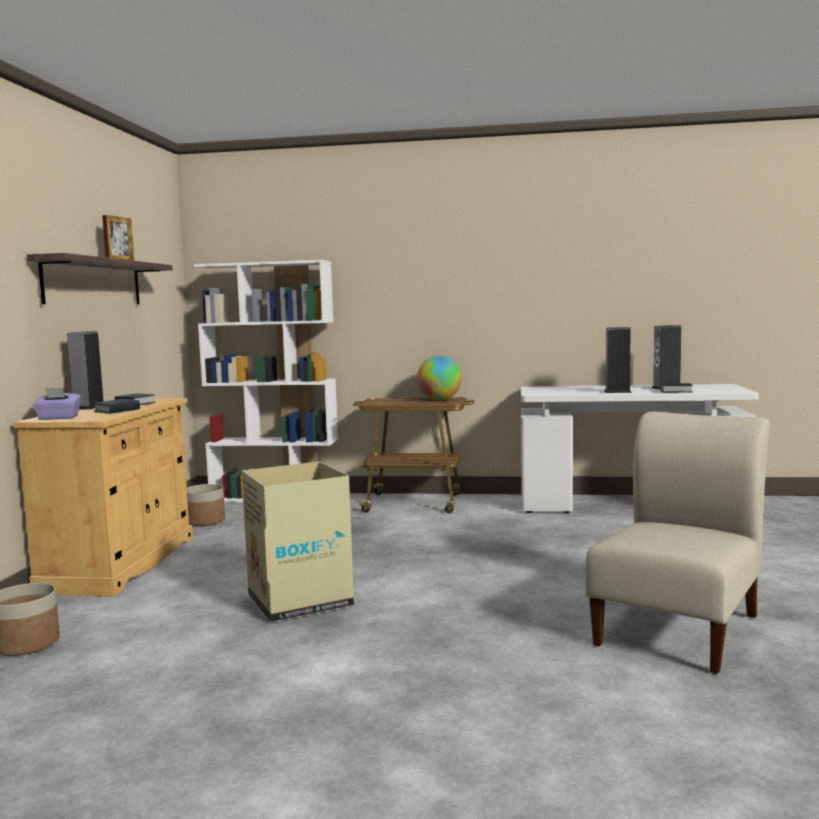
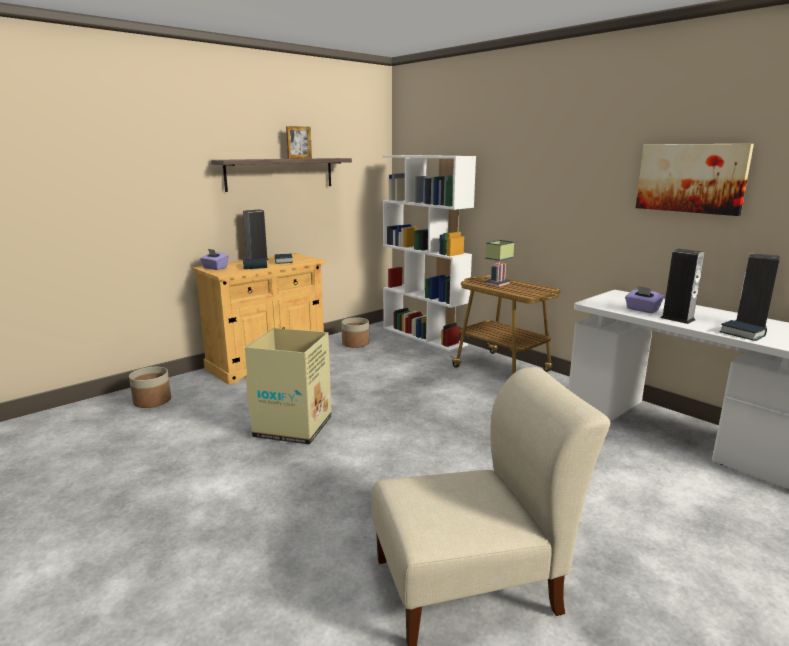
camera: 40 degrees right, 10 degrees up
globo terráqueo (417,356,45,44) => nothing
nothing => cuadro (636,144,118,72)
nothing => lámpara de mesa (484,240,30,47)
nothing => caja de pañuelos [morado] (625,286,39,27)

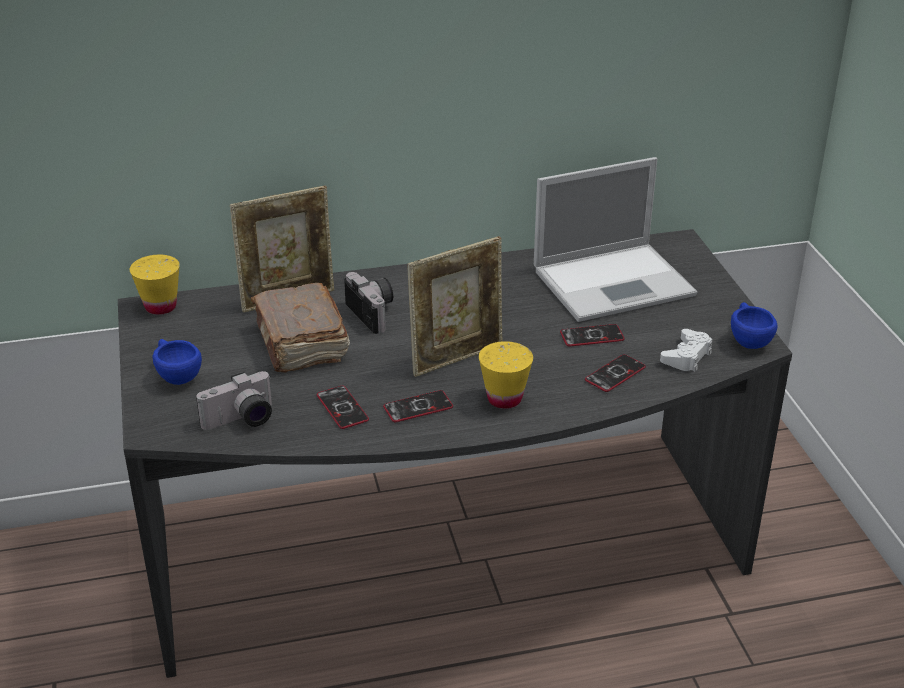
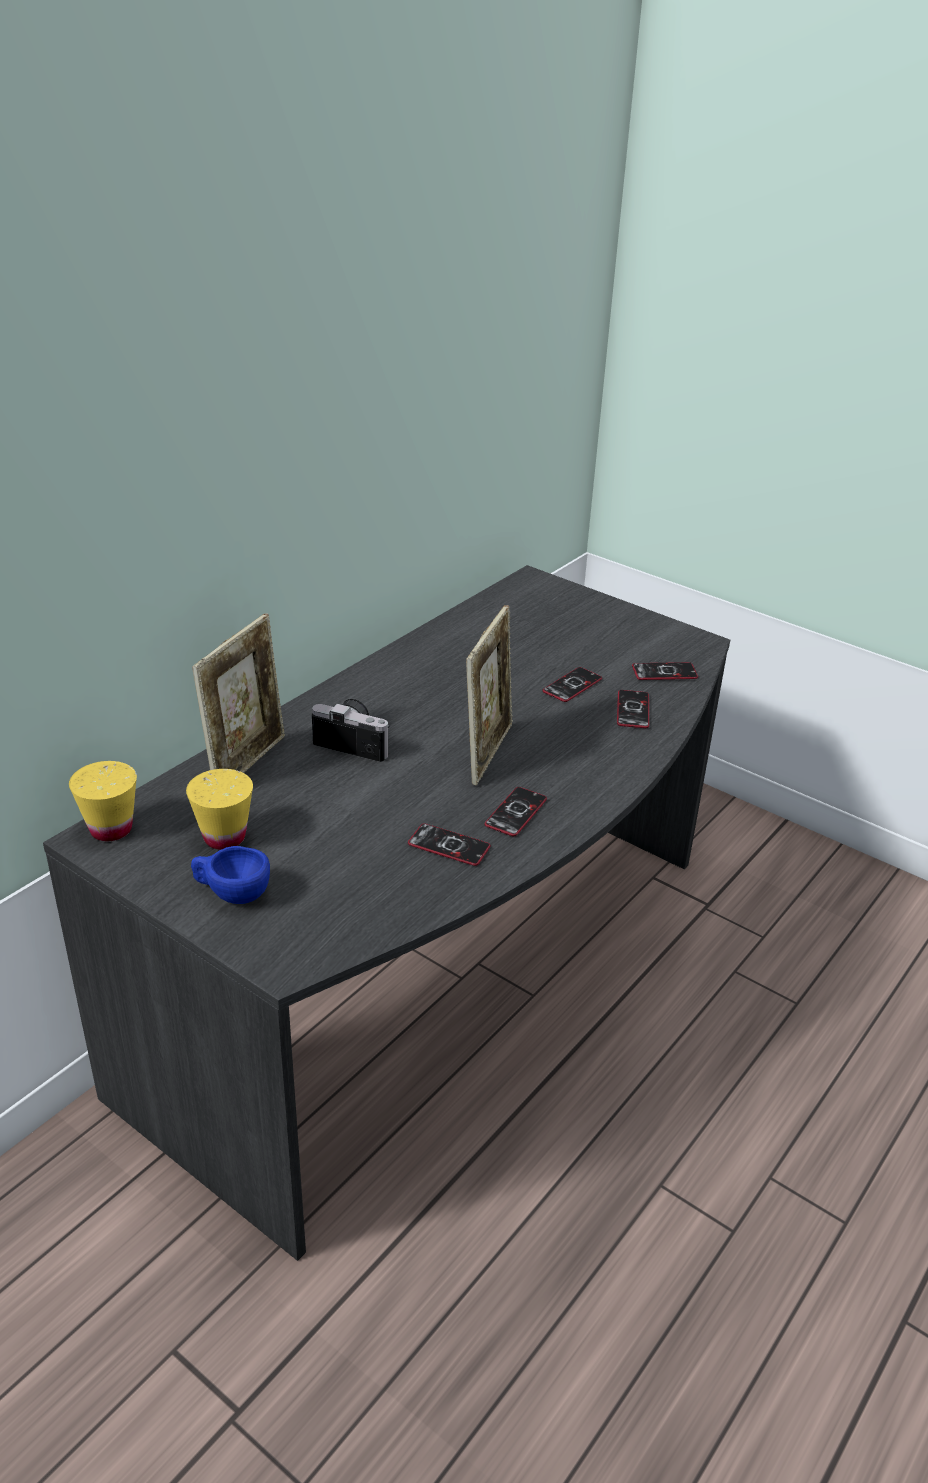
camera: 40 degrees left, 0 degrees up
portátil (534,157,163,165) => nothing
libro [marrón] (251,283,99,89) => nothing
taza [azul] (731,302,47,47) => nothing
mando de consola [blanco] (660,329,53,43) => móvil (632,662,66,18)
taza [amarillo] (479,341,54,68) => taza [amarillo] (186,769,67,81), move
cámara (196,371,76,59) => nothing

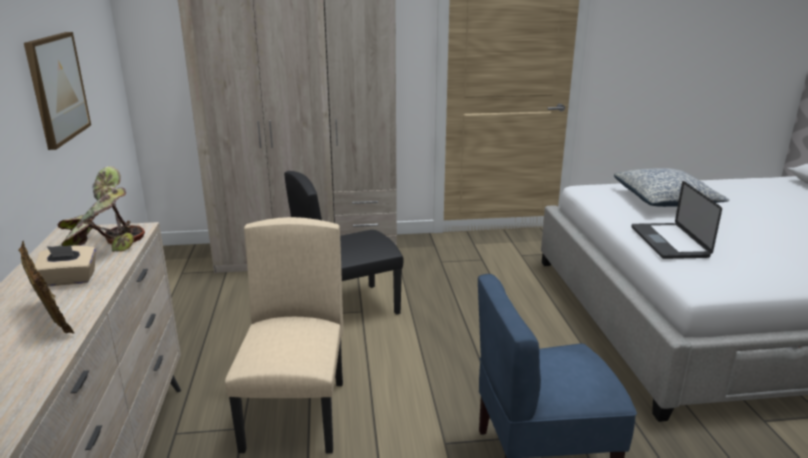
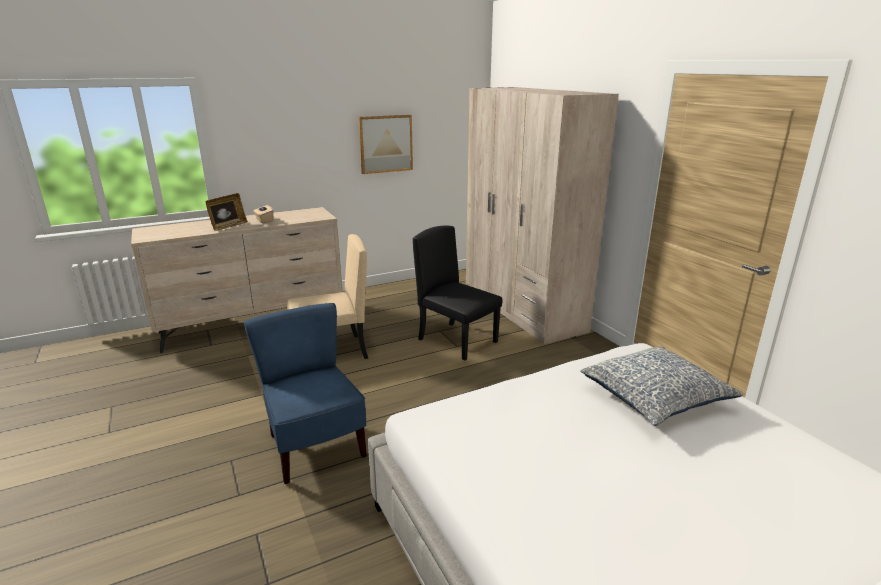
camera: 70 degrees right, 0 degrees up
planta en maceta (57,166,88,86) => nothing
portátil (631,181,91,78) => nothing

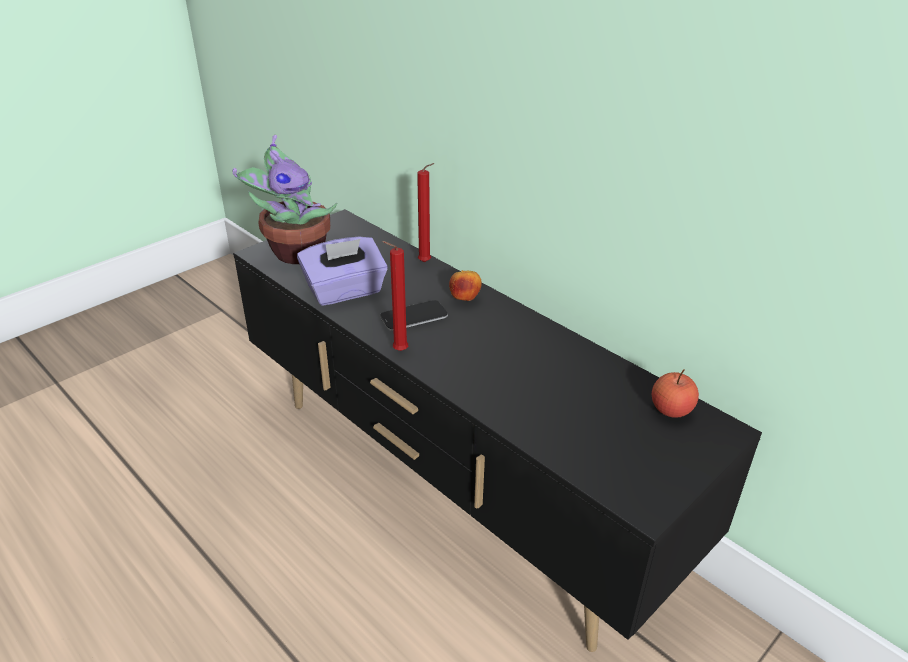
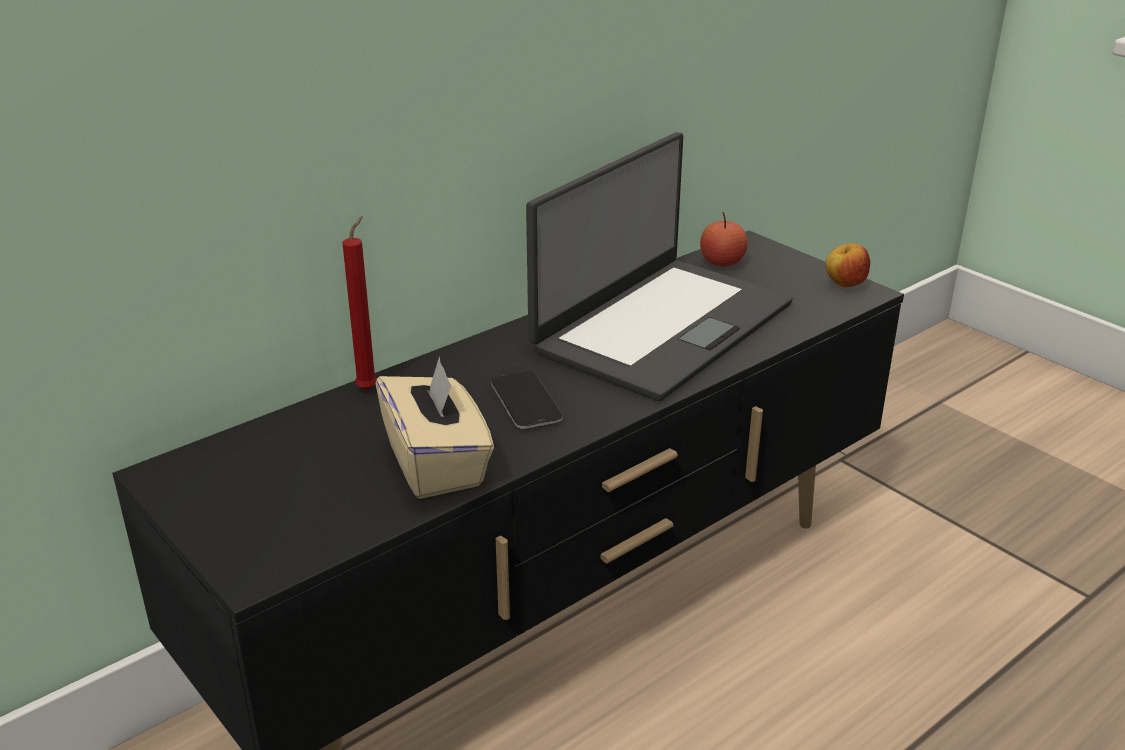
camera: 85 degrees left, 5 degrees down
planta en maceta (233,135,104,129) => nothing
caja de pañuelos [morado] (297,237,91,69) => caja de pañuelos [beis] (376,356,118,143)
vela [rojo] (382,241,26,110) => nothing
manzana (449,270,33,31) => manzana (825,243,45,44), move
nothing => portátil (526,132,267,269)

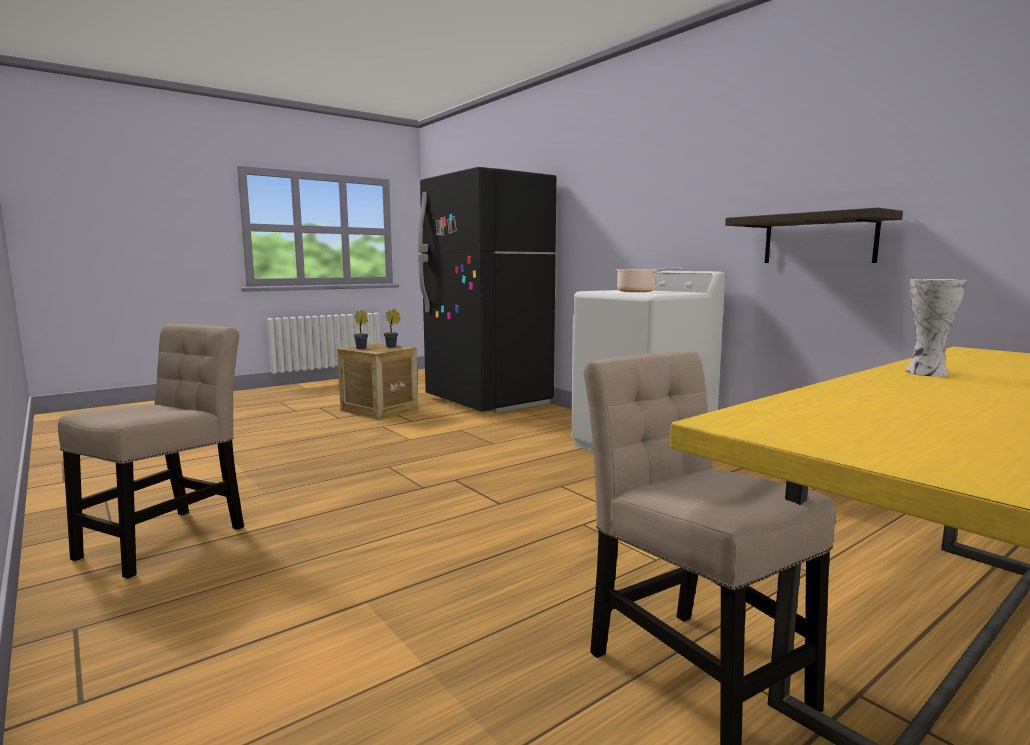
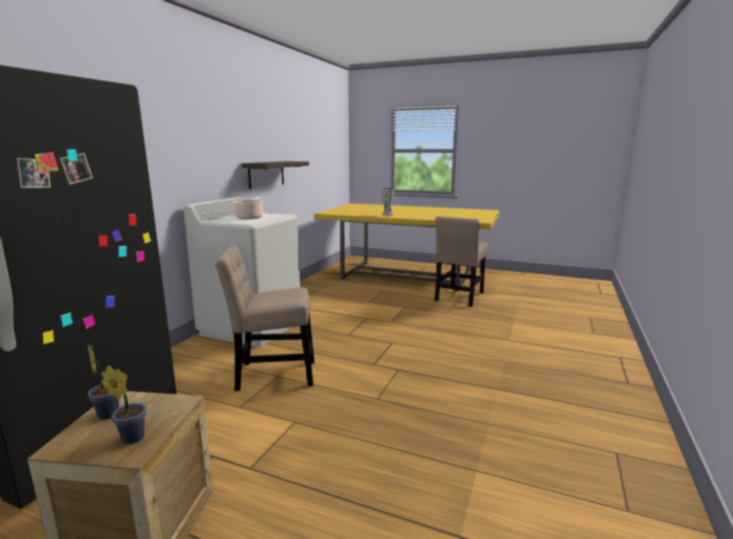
camera: 120 degrees left, 5 degrees up
silla [beis] (58,324,186,255) => silla [beis] (215,245,99,146), move

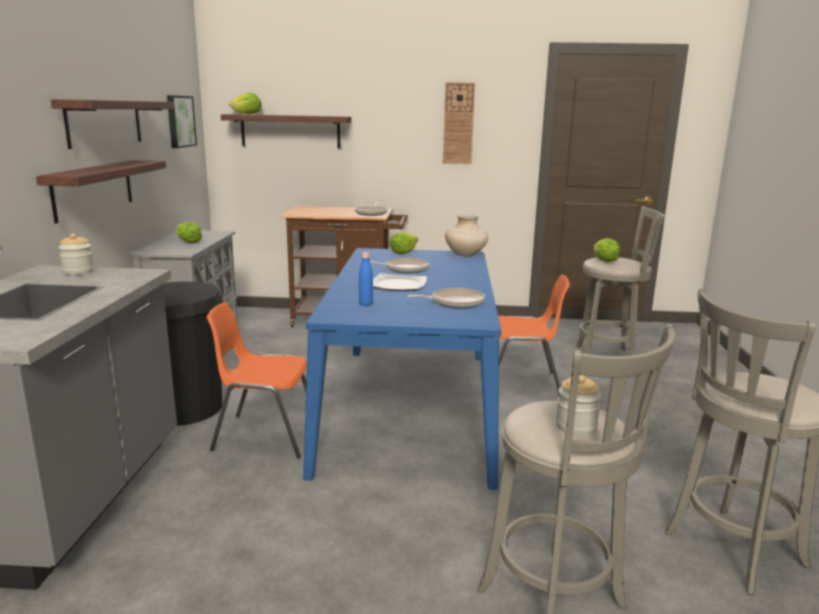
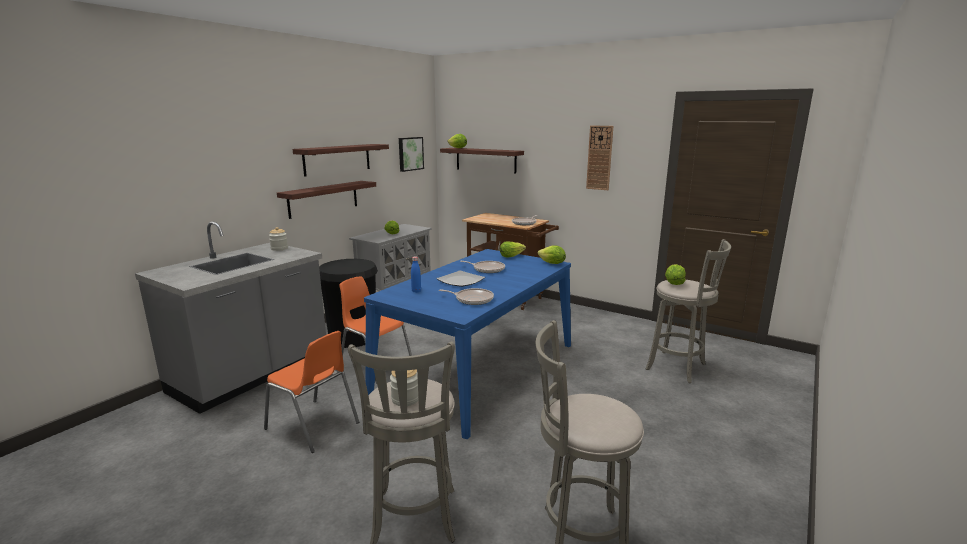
camera: 30 degrees right, 0 degrees up
florero [beis] (445,214,43,43) => lechuga (537,245,29,19)
silla [naranja] (498,275,72,122) => silla [naranja] (264,331,95,122), move

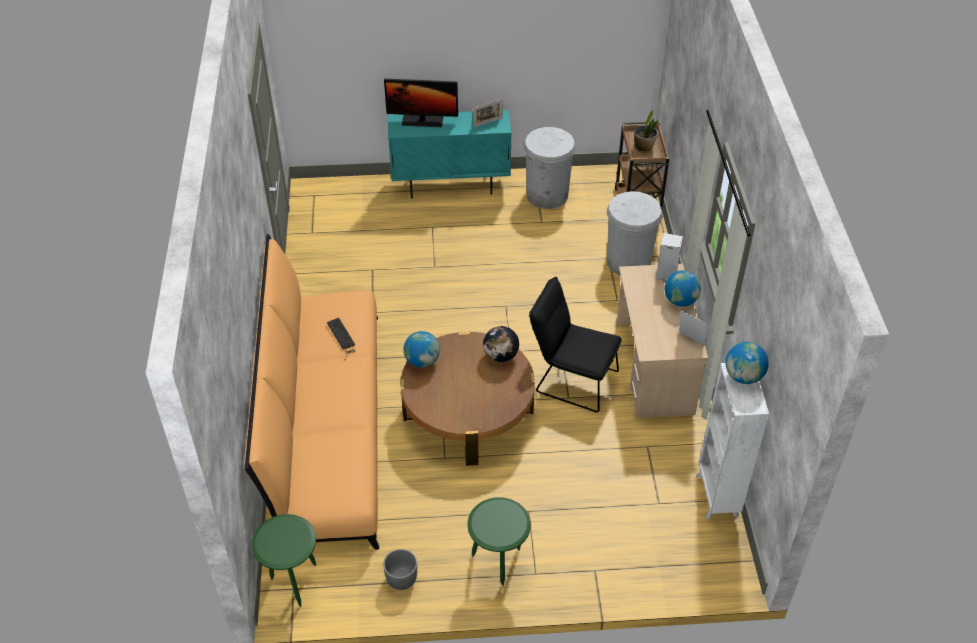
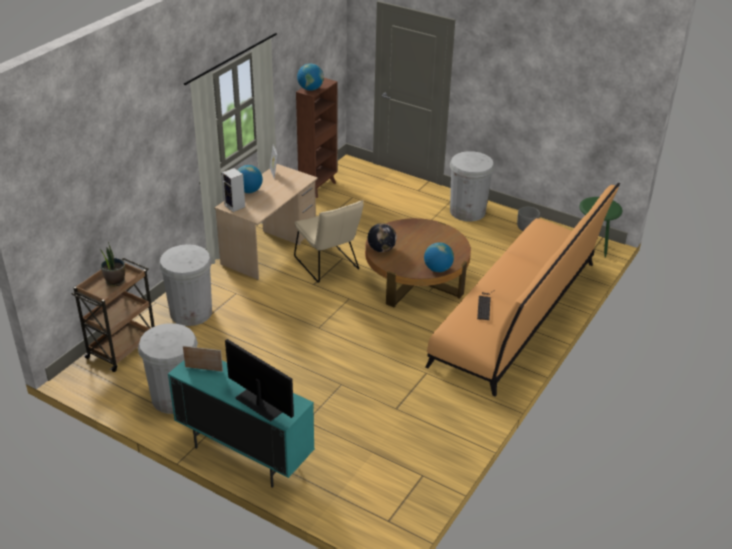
camera: 145 degrees left, 10 degrees down
silla [negro] (529,277,93,135) => silla [beis] (294,200,70,83)
estantería [blanco] (696,363,73,157) => estantería [marrón] (296,78,42,120)
mesa auxiliar [verde] (468,497,63,89) => papelera [blanco] (450,151,45,71)

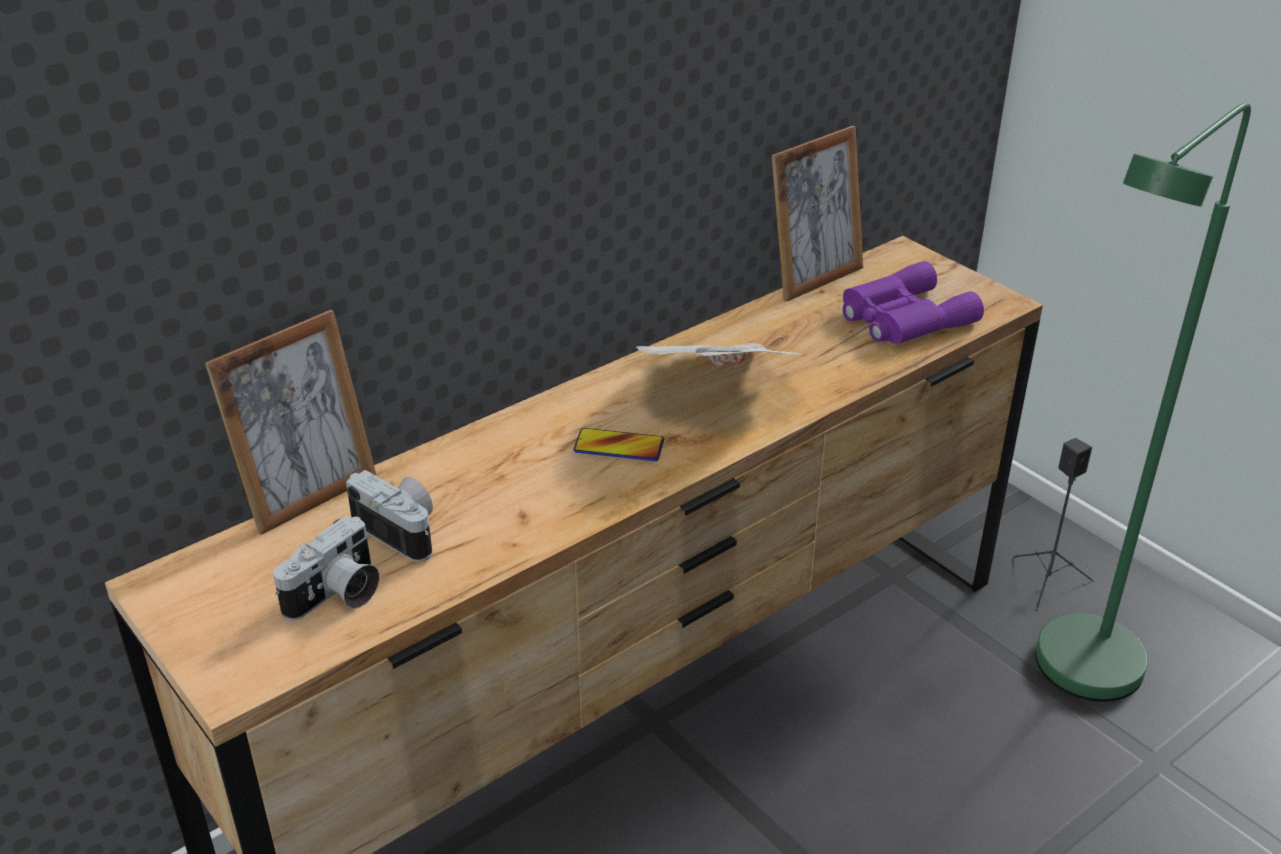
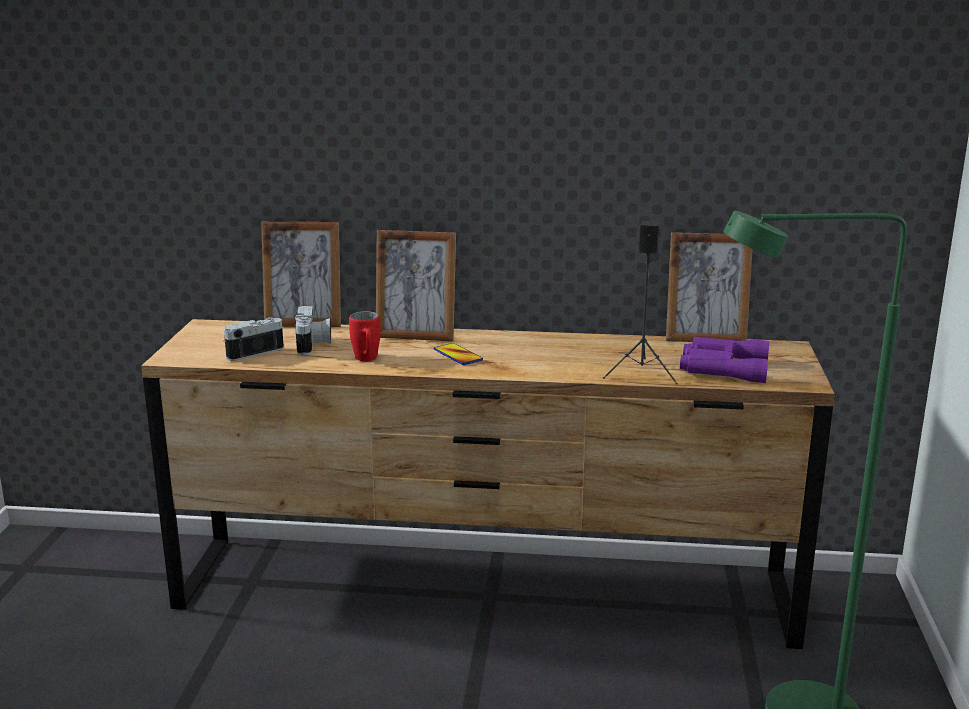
camera: 45 degrees right, 15 degrees down
periódico (636,343,170,24) => nothing
altavoz [negro] (1013,438,81,173) => altavoz [negro] (603,221,75,163), move
cámara (273,515,107,106) => cámara (223,317,61,44), 150 degrees clockwise
nothing => portarretratos (376,230,80,111)
nothing => taza grande [rojo] (349,311,32,50)

